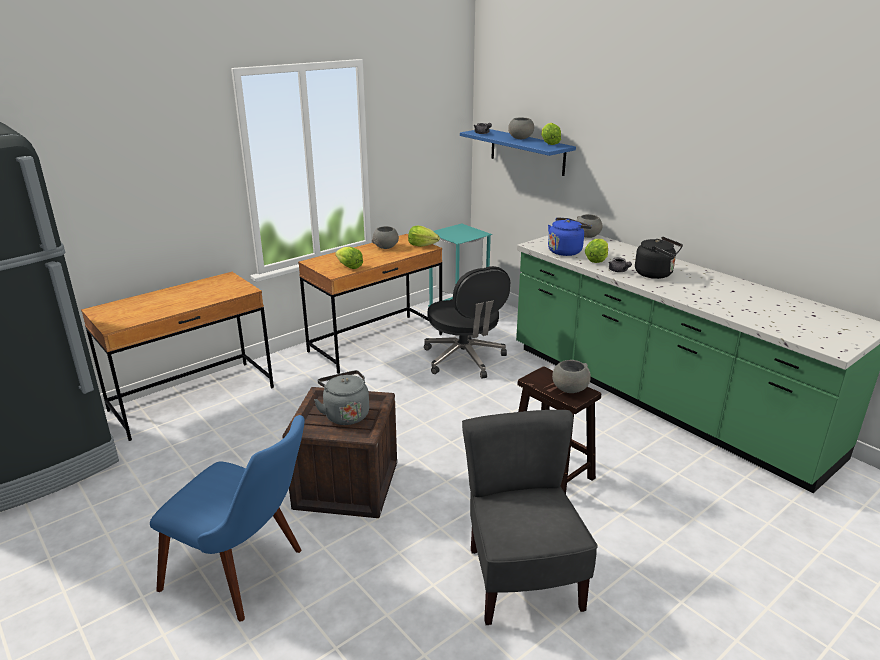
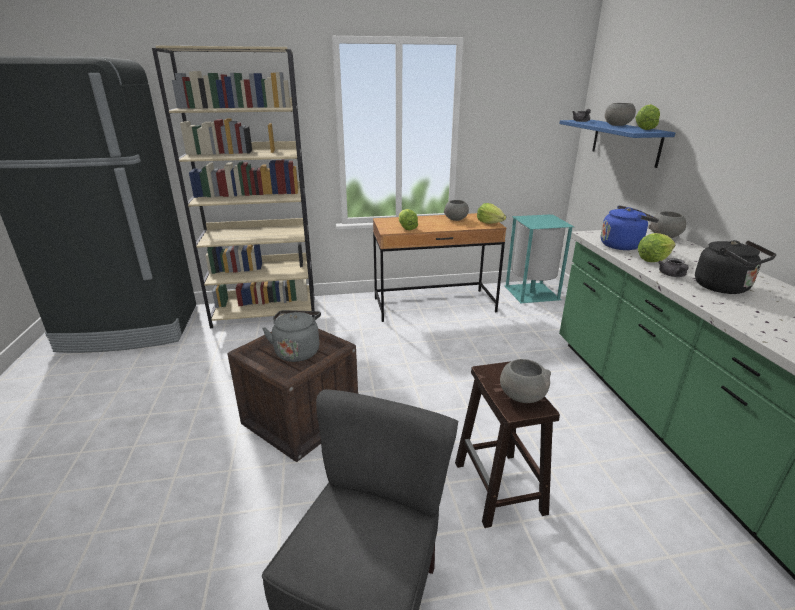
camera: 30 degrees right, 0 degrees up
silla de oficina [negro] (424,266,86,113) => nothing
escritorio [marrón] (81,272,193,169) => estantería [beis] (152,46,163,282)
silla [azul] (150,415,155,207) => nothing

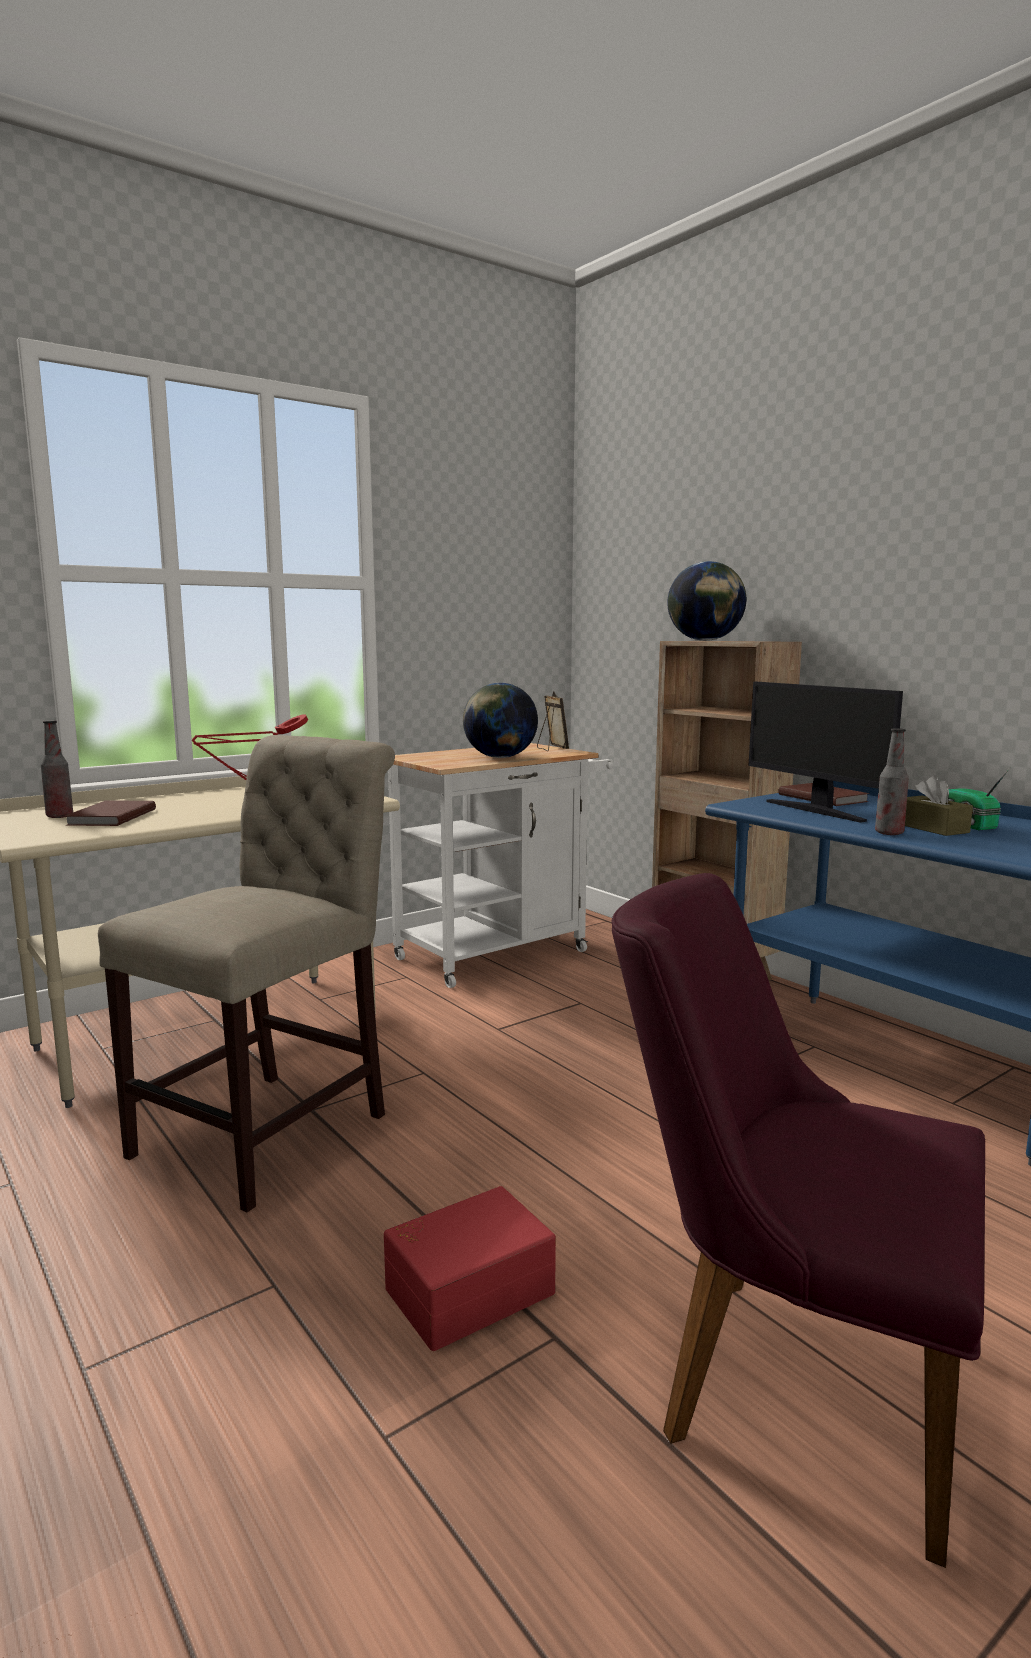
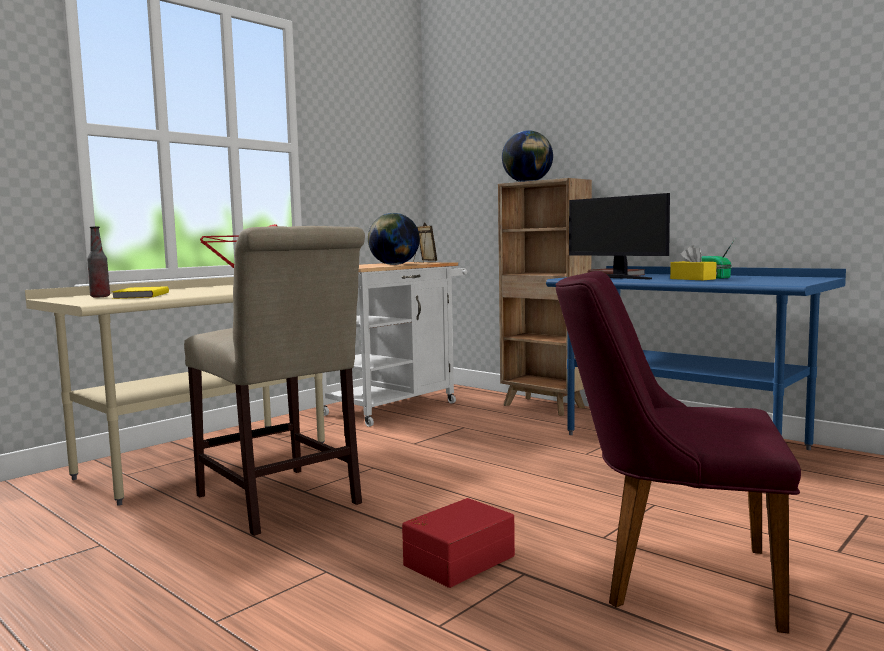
camera: 10 degrees left, 5 degrees down
botella (875,728,34,107) => nothing
silla [beis] (98,735,297,477) => silla [beis] (184,226,181,310), 120 degrees clockwise
caja de pañuelos [marrón] (905,775,68,61) => caja de pañuelos [amarillo] (670,245,47,35)
libro [marrón] (65,800,91,26) => libro [amarillo] (112,286,57,13)

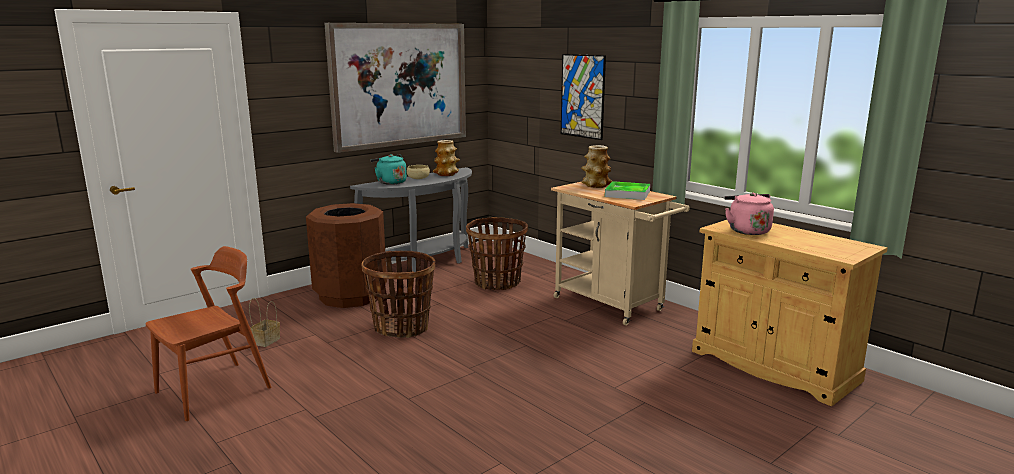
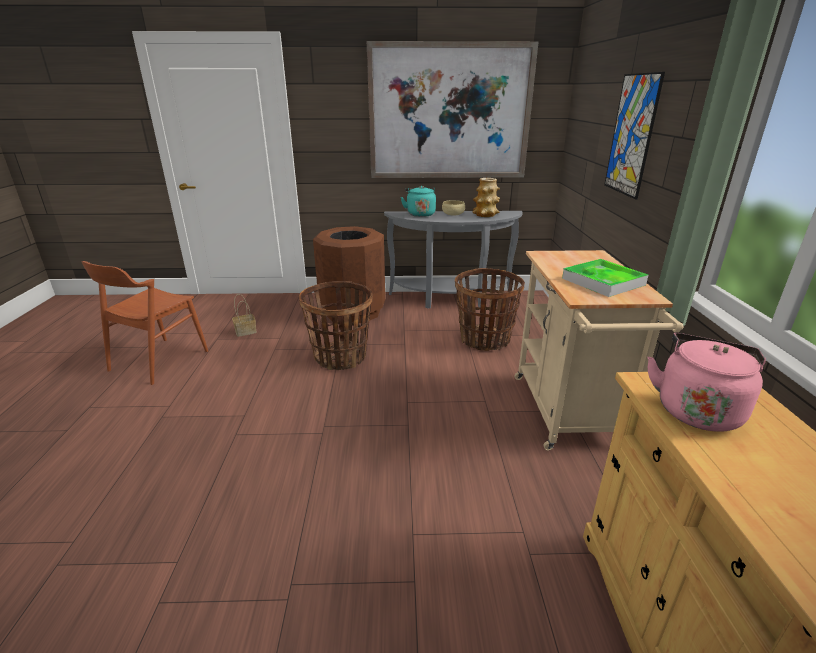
camera: 40 degrees right, 10 degrees up
florero (581,145,31,43) => nothing
silla [marrón] (146,246,125,175) => silla [marrón] (82,261,126,124), 120 degrees clockwise

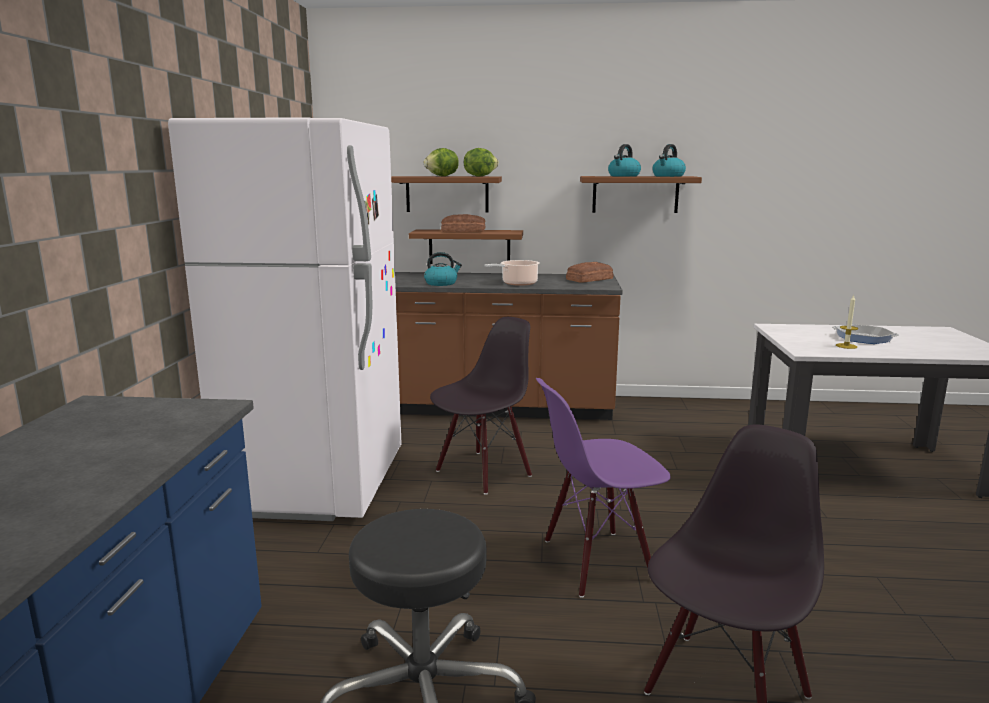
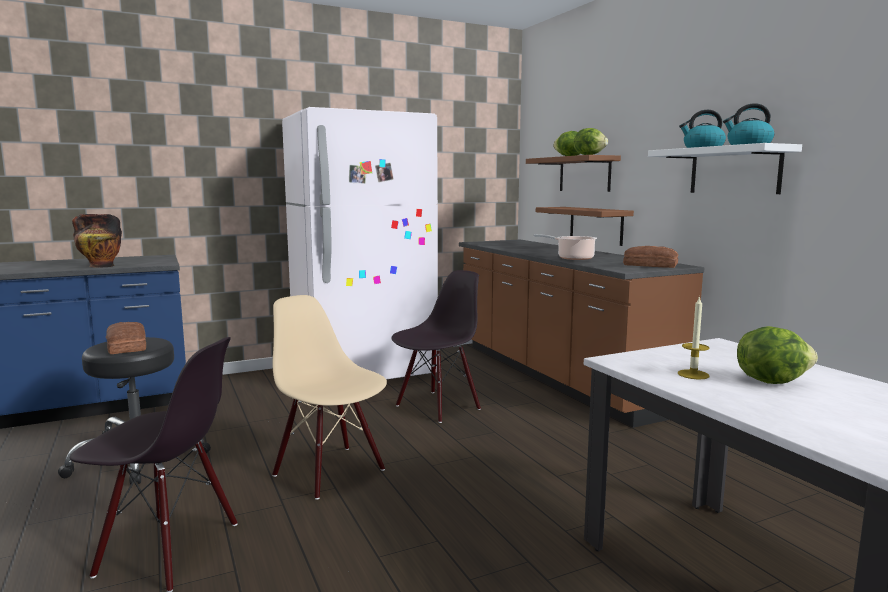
camera: 60 degrees right, 5 degrees down
estante [marrón] (580,176,122,37) => estante [blanco] (648,143,154,51)
pan (441,214,44,18) => pan (106,322,40,32), move
hervidor (424,252,38,34) => nothing
silla [negro] (430,317,102,178) => silla [negro] (392,270,89,153), 60 degrees counterclockwise
sartén (832,324,67,20) => lechuga (737,326,81,58)
silla [morado] (536,378,135,220) => silla [beis] (272,295,115,205)
nothing => florero (72,214,50,54)

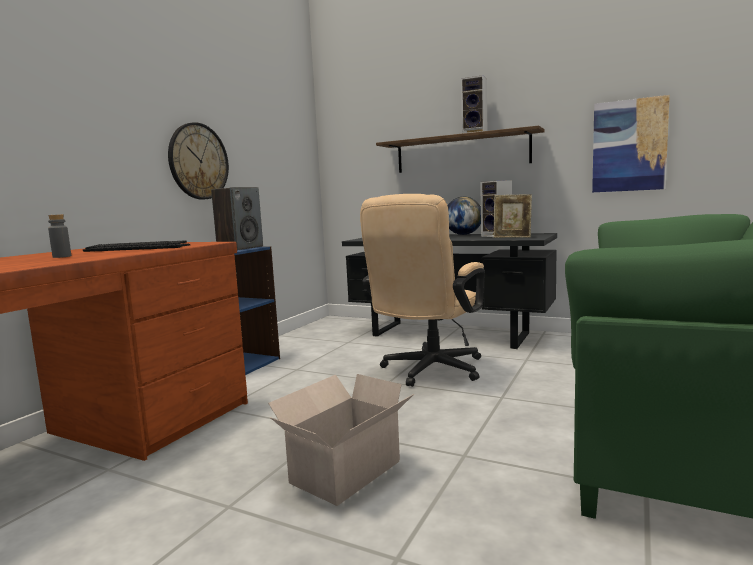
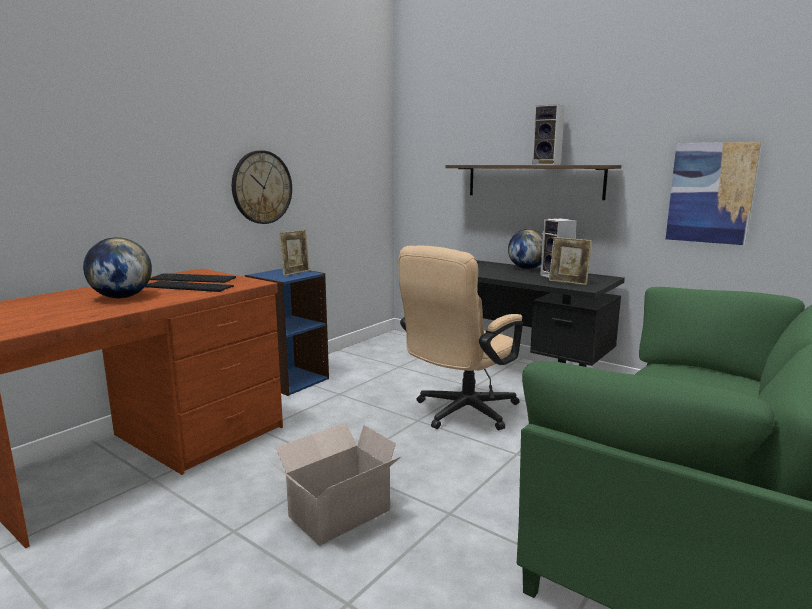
camera: 10 degrees right, 5 degrees up
altavoz (211,187,52,63) => portarretratos (279,230,31,46)
botella [gris] (48,214,23,44) => globo terráqueo (83,237,69,61)

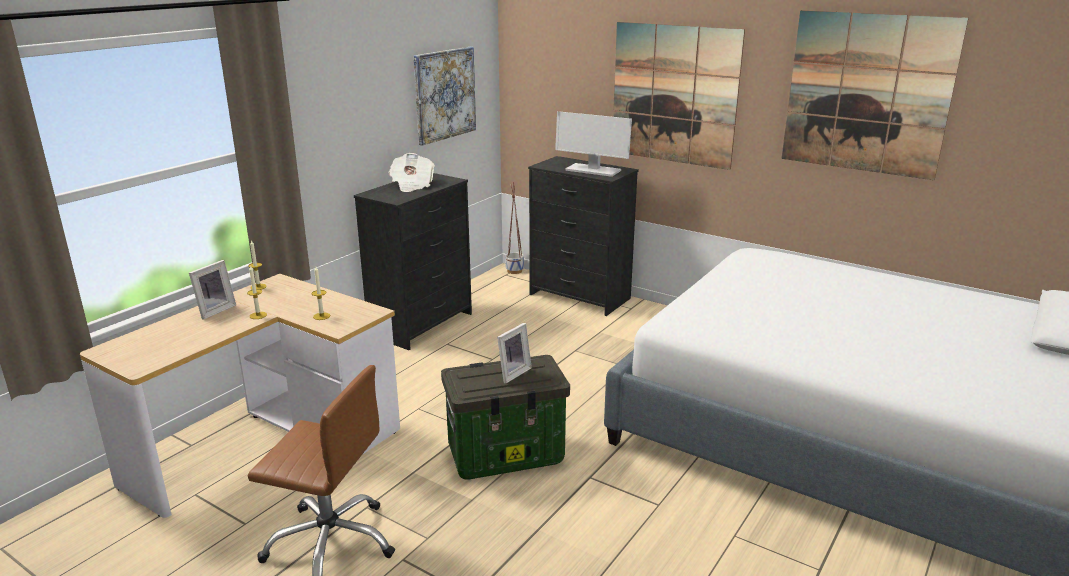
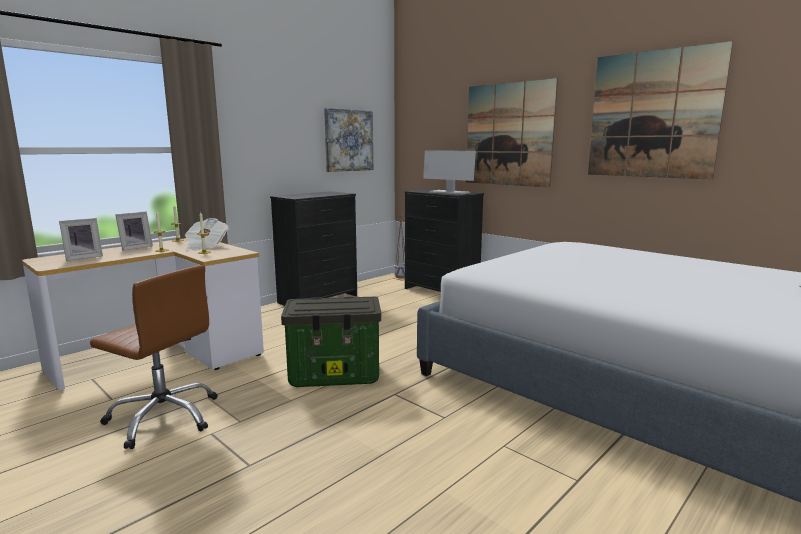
camera: 10 degrees right, 10 degrees down
periódico (389,153,46,39) => periódico (184,218,45,33), move
portarretratos (497,323,35,61) => portarretratos (59,218,44,43), move

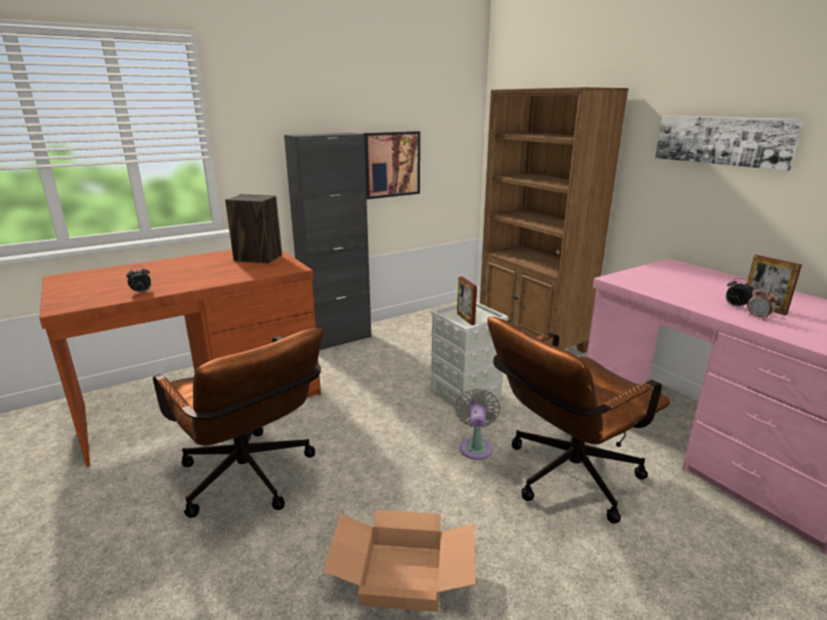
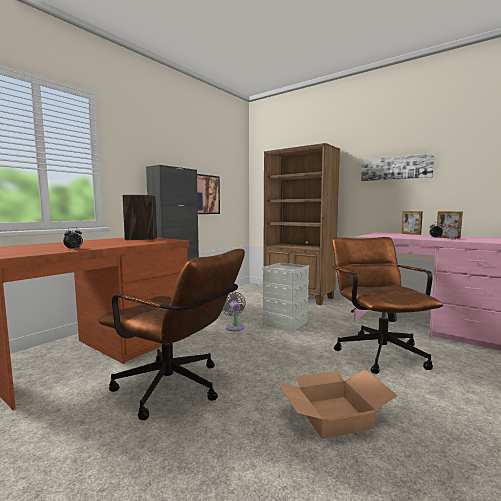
camera: 20 degrees left, 15 degrees down
portarretratos (457,277,20,48) => portarretratos (402,211,21,24), move
silla de oficina [marrón] (487,317,183,206) => silla de oficina [marrón] (332,237,111,137), 135 degrees clockwise
ventilador [gris] (455,388,45,72) => ventilador [gris] (222,292,24,39), move

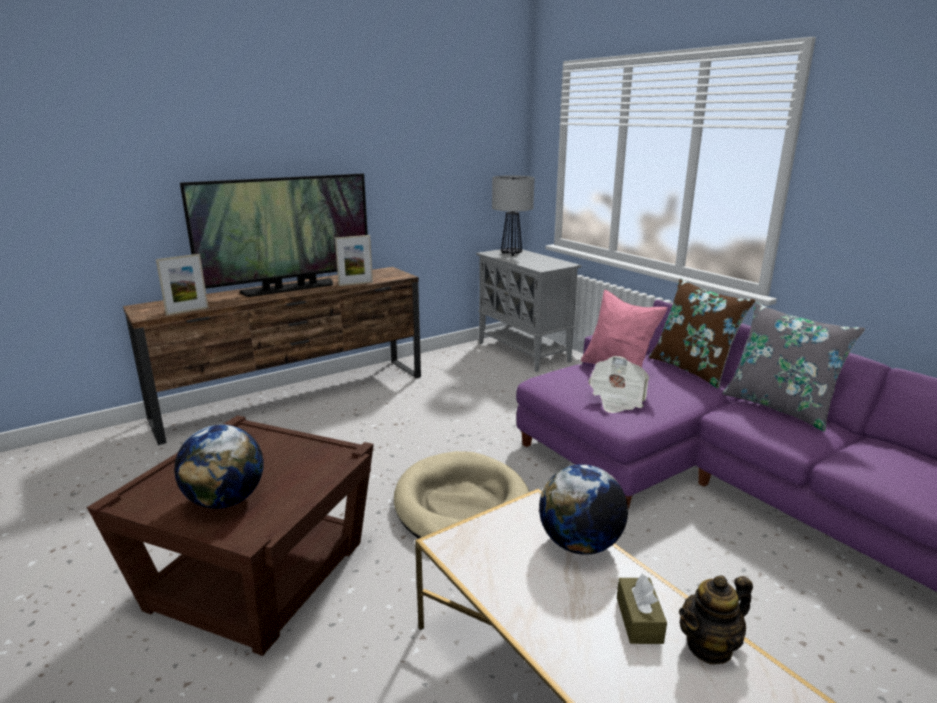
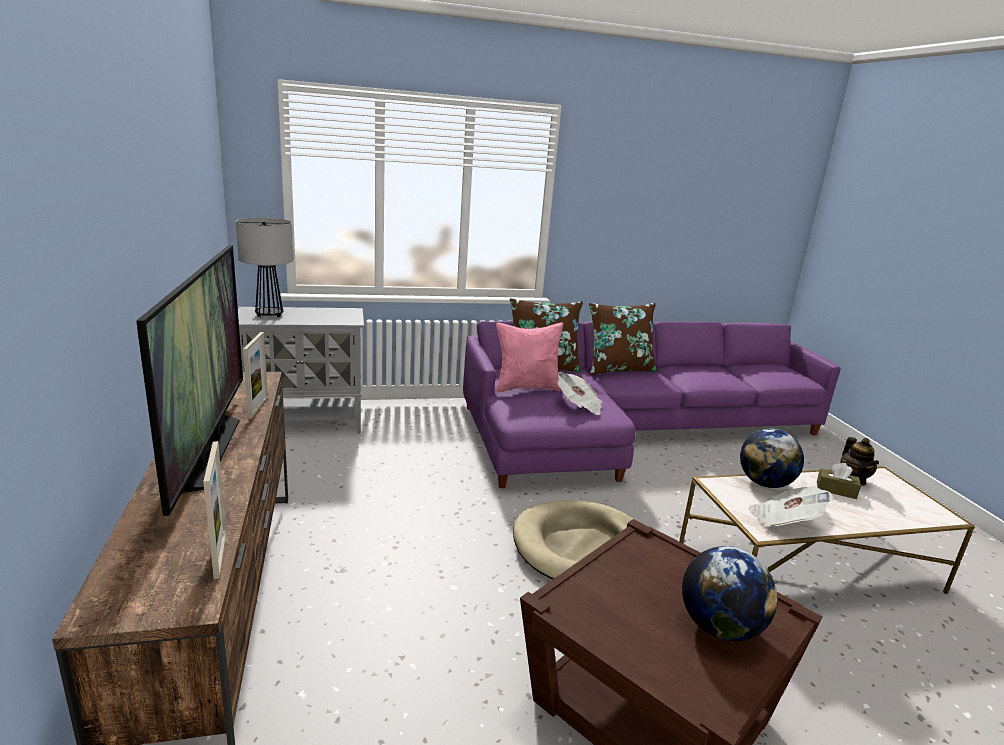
camera: 70 degrees left, 0 degrees up
cojín [gris] (722,303,143,129) => cojín [marrón] (589,303,68,72)
nothing => periódico (749,486,85,41)

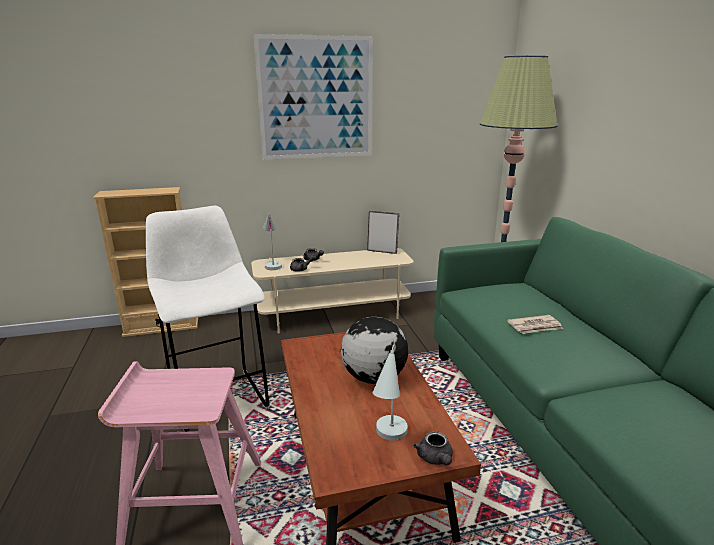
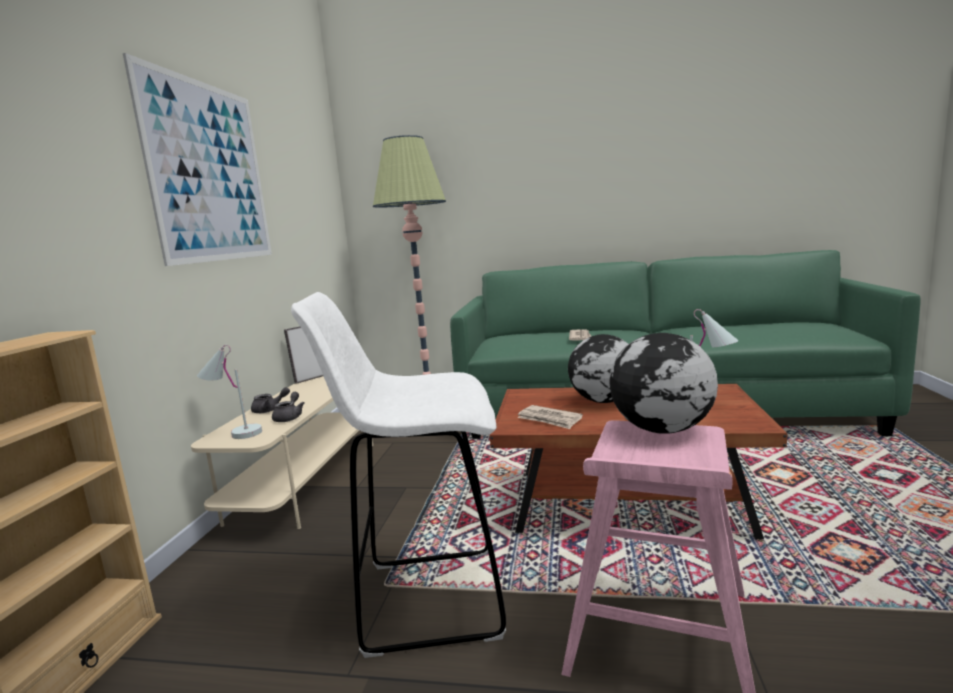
camera: 65 degrees left, 10 degrees down
tetera [gris] (414,431,39,34) => nothing
nothing => globo terráqueo (609,333,109,101)
nothing => periódico (517,405,66,24)

